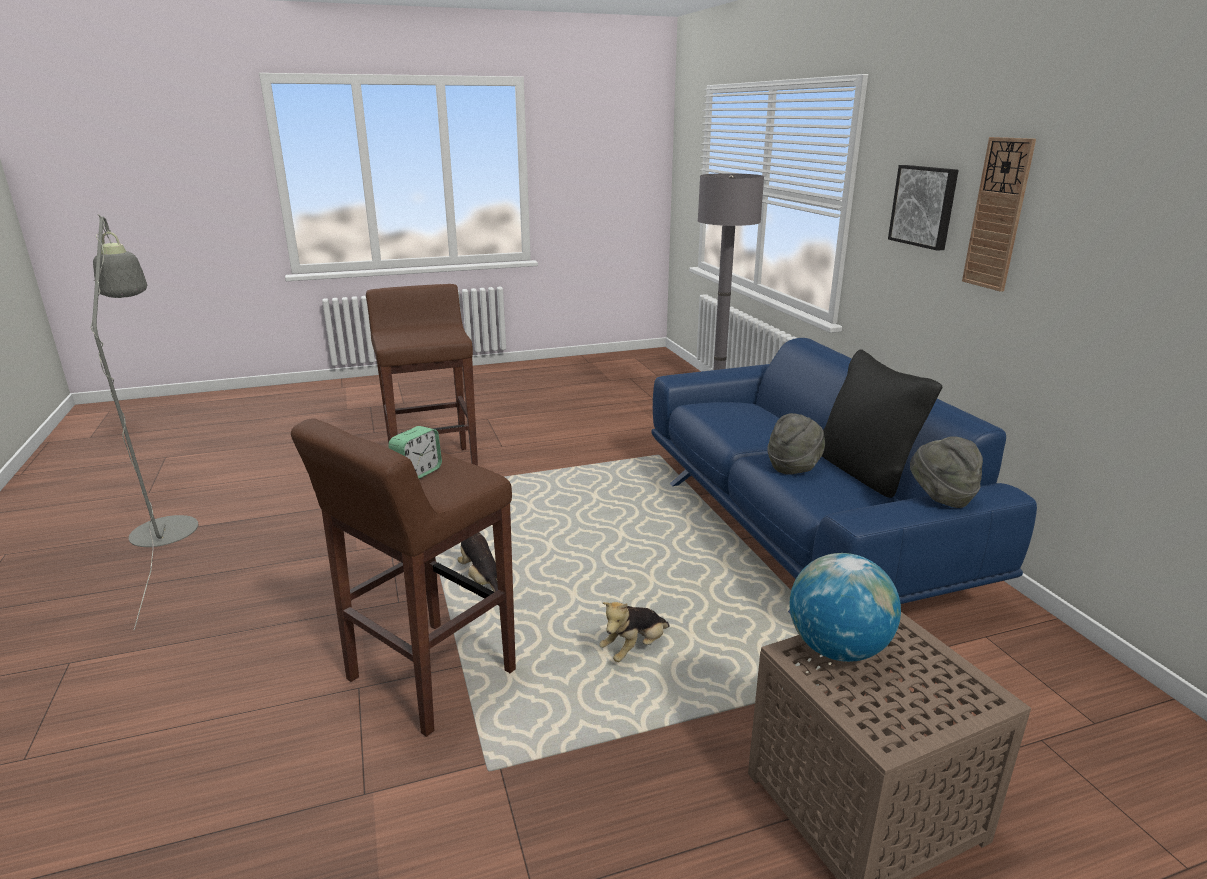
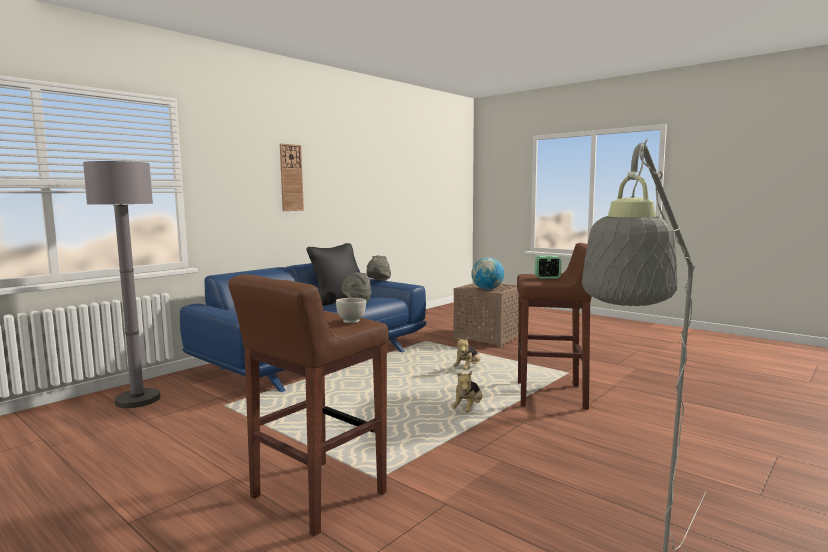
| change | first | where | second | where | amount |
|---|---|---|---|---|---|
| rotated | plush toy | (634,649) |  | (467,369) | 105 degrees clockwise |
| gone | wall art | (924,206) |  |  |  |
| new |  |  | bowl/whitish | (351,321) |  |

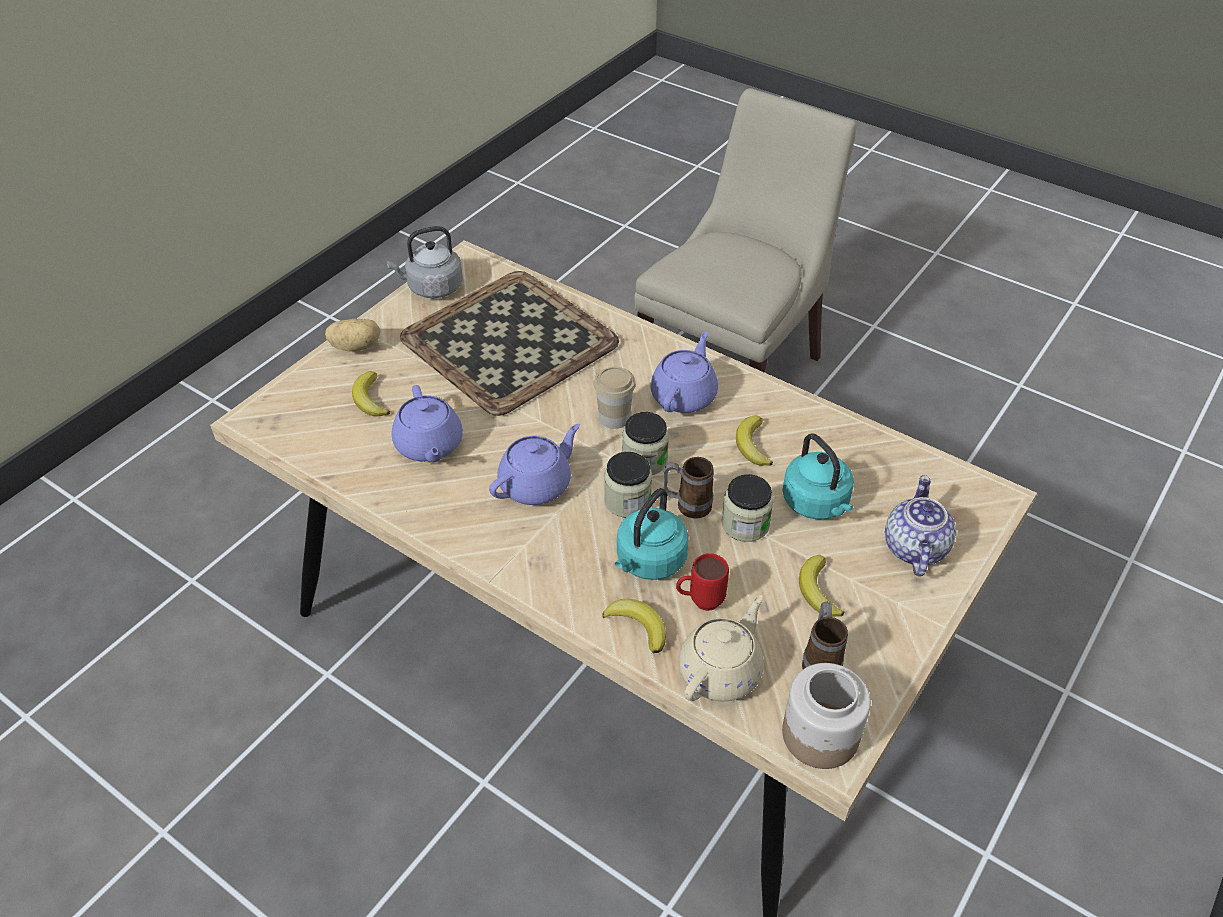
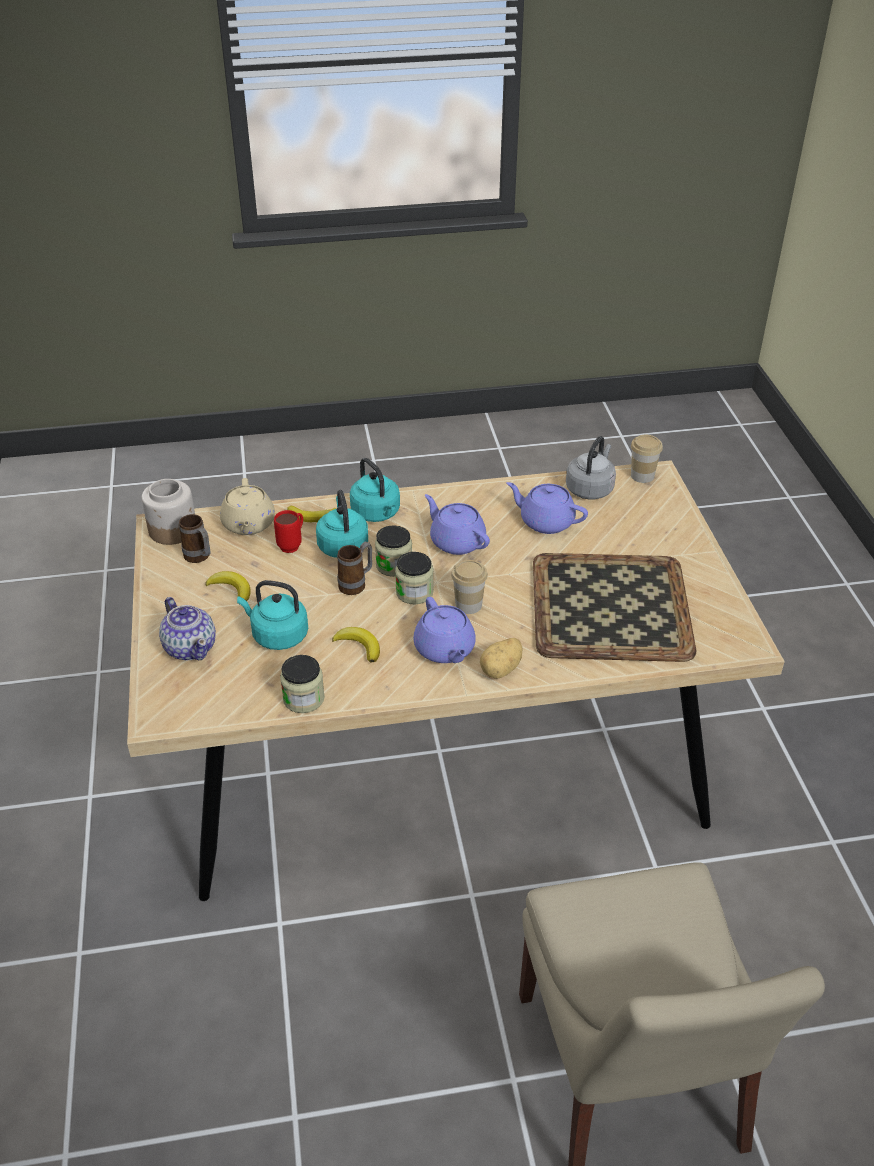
| change | first | where | second | where | amount |
|---|---|---|---|---|---|
| shifted | spud | (356,346) |  | (502,670) |  |
| gone | banana | (370,399) |  |  |  |
| shifted | kettle/grey | (432,288) |  | (590,488) |  |
| rotated | tea pot/purplish | (537,484) |  | (456,541) | 135 degrees clockwise |
| shifted | preserve jar | (745,524) |  | (303,698) |  |
| new |  |  | kettle/turquoise | (377,514) |  |
| new |  |  | drinking cup | (642,476) |  |

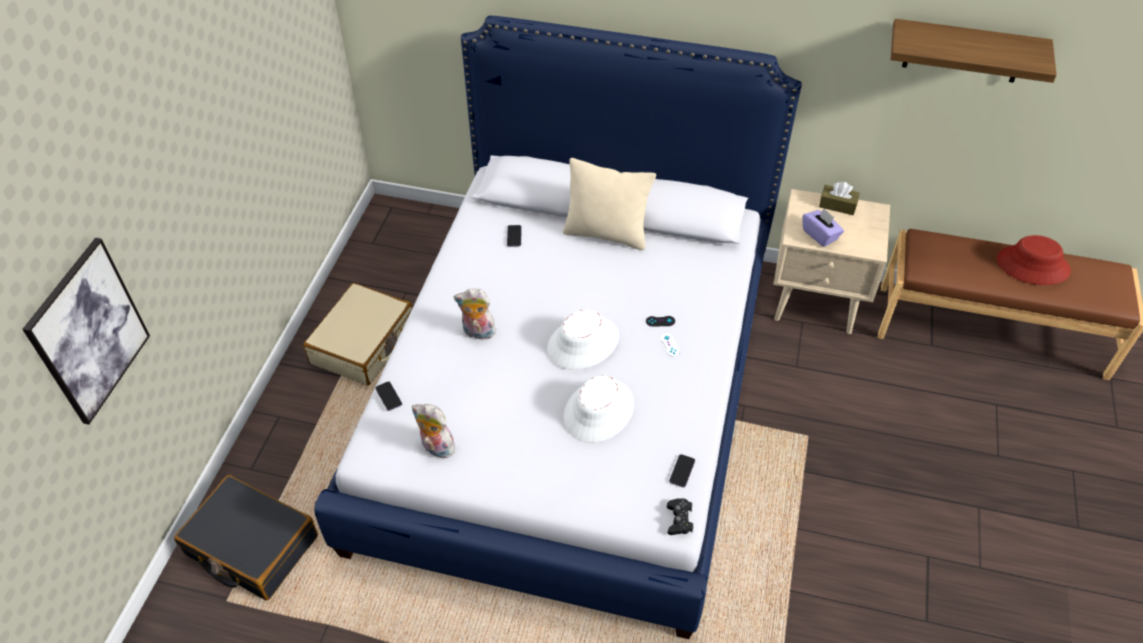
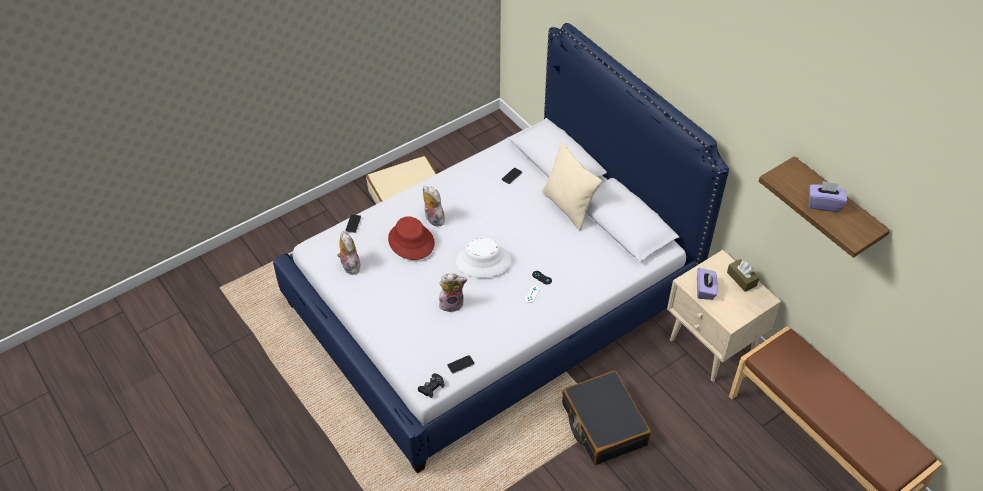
| change | first | where | second | where | amount |
|---|---|---|---|---|---|
| gone | wall art | (88,332) |  |  |  |
| shifted | suitcase/black | (251,546) |  | (603,424) |  |
| swapped | wearable hat/whitish | (599,411) | plush toy | (452,303) |  |
| shifted | wearable hat/red-coloured | (1032,266) |  | (411,241) |  |
| new |  |  | tissue box/purplish | (824,204) |  |

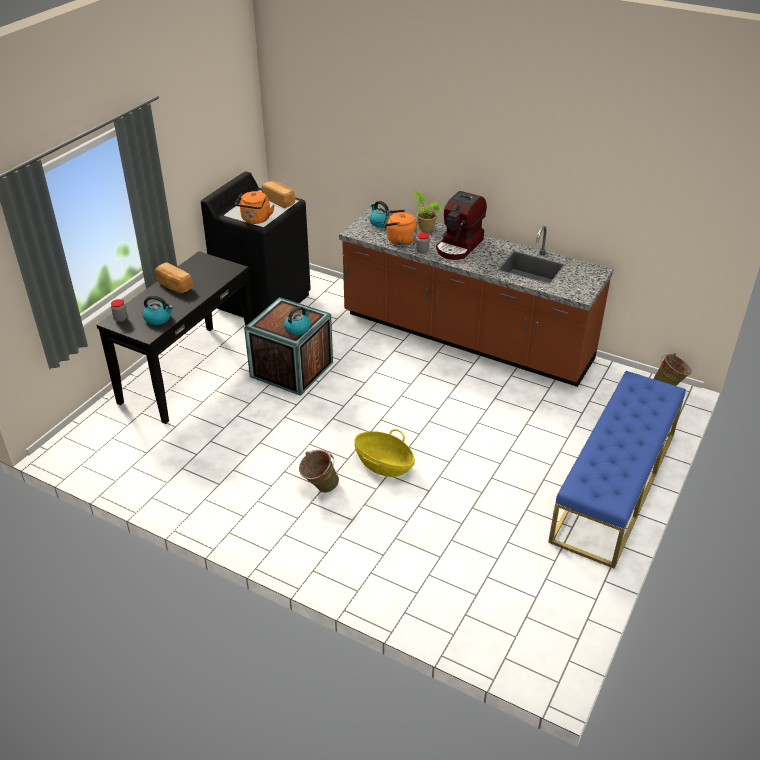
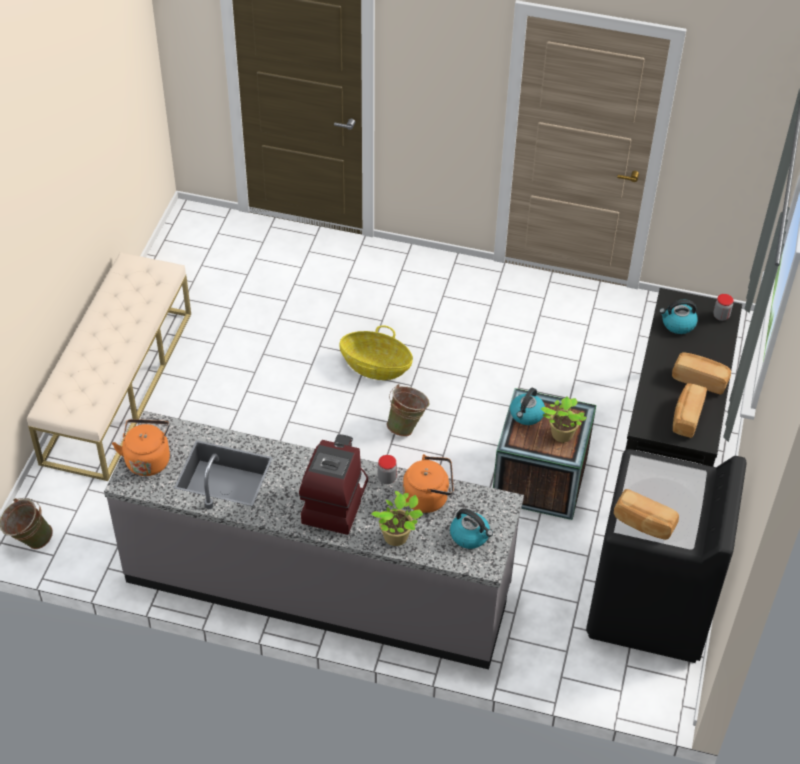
| change | first | where | second | where | amount |
|---|---|---|---|---|---|
| shifted | kettle/orange | (255,220) |  | (147,459) |  |
| shifted | bucket/green | (319,488) |  | (407,426) |  |
| repainted | kitchen base unit/brown | (465,338) | kitchen base unit/grey | (318,584) |  |
| repainted | indoor bench/blue | (614,486) | indoor bench/sand-coloured | (118,386) |  |
| new |  |  | houseplant | (560,435) |  |
| new |  |  | bakery bread | (686,417) |  |

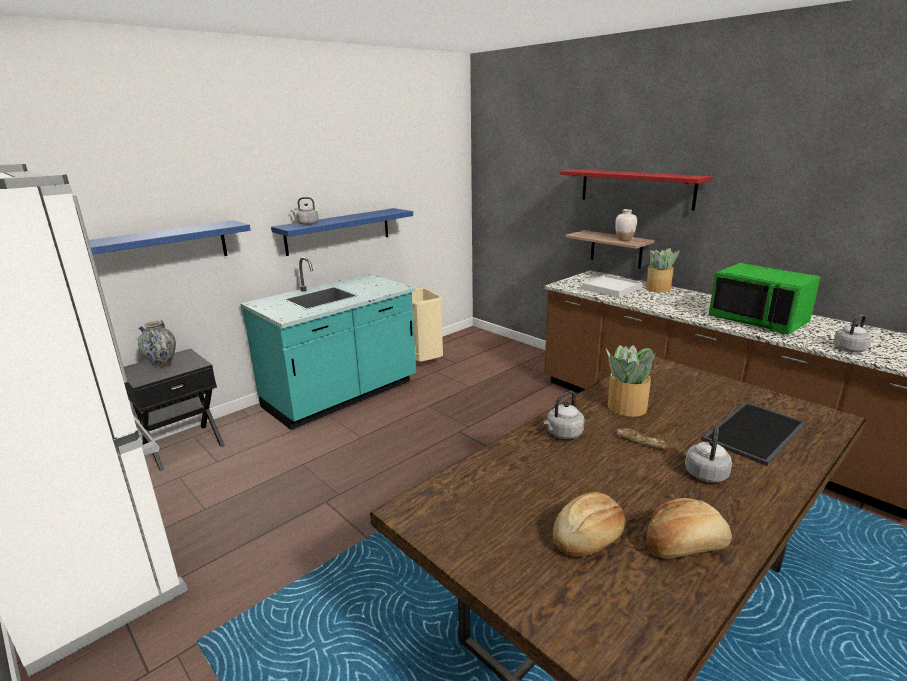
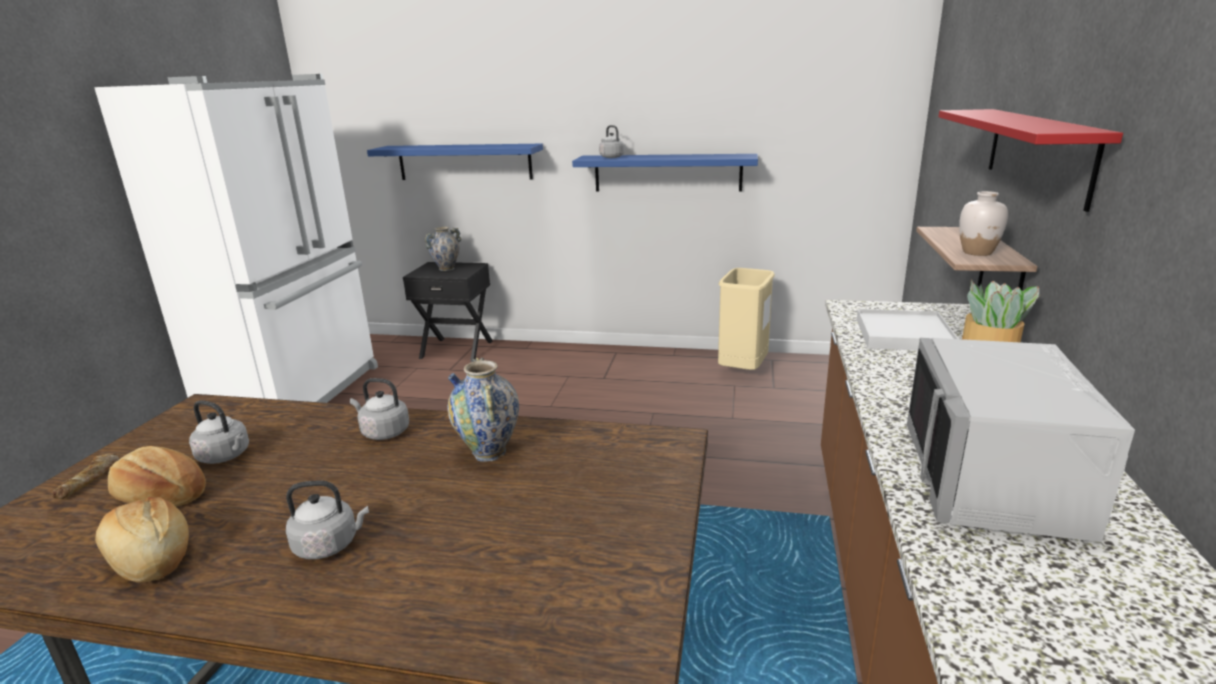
| change | first | where | second | where | amount |
|---|---|---|---|---|---|
| gone | kitchen base unit/turquoise | (342,395) |  |  |  |
| swapped | houseplant | (626,407) | flower vase | (489,452) |  |
| shifted | bakery bread | (641,442) |  | (90,479) |  |
| gone | carrying tray | (753,431) |  |  |  |
| repainted | microwave/green | (758,320) | microwave/grey | (994,481) |  |
| shifted | kettle/grey | (850,349) |  | (226,456) |  |

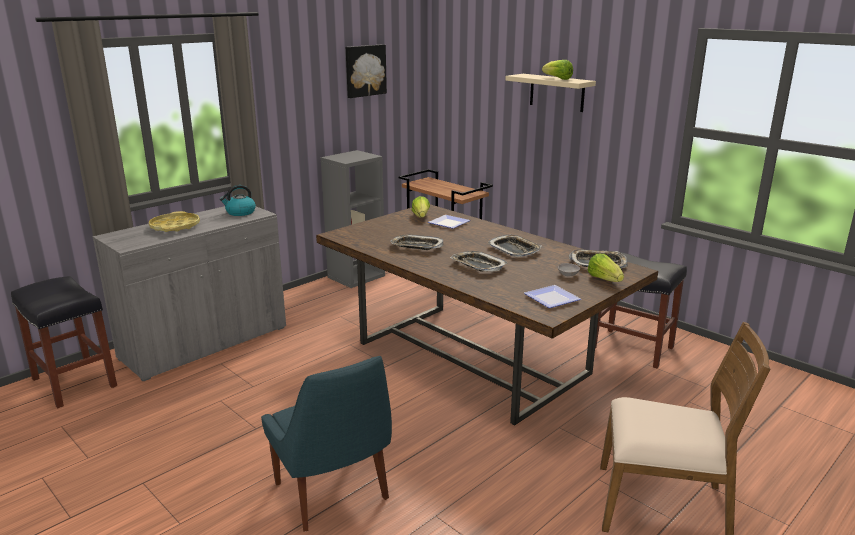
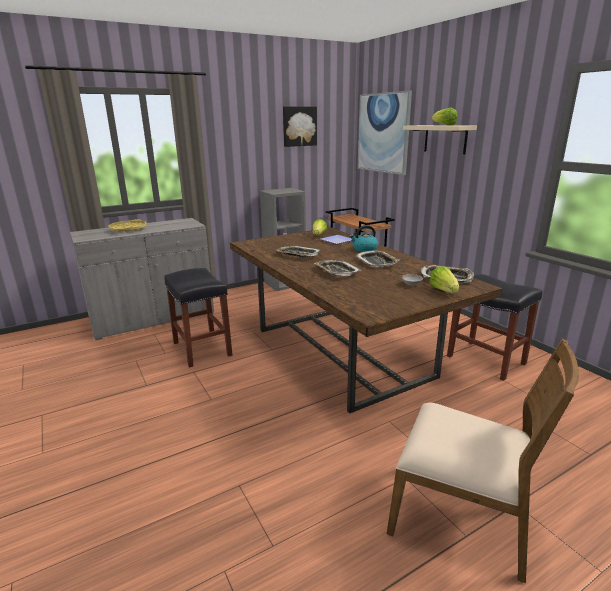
| change | first | where | second | where | amount |
|---|---|---|---|---|---|
| shifted | stool/black | (73,382) |  | (201,348) |  |
| shifted | kettle | (240,212) |  | (364,249) |  |
| gone | chair/blue | (333,494) |  |  |  |
| gone | flat dish | (549,298) |  |  |  |
| new |  |  | wall art | (383,133) |  |

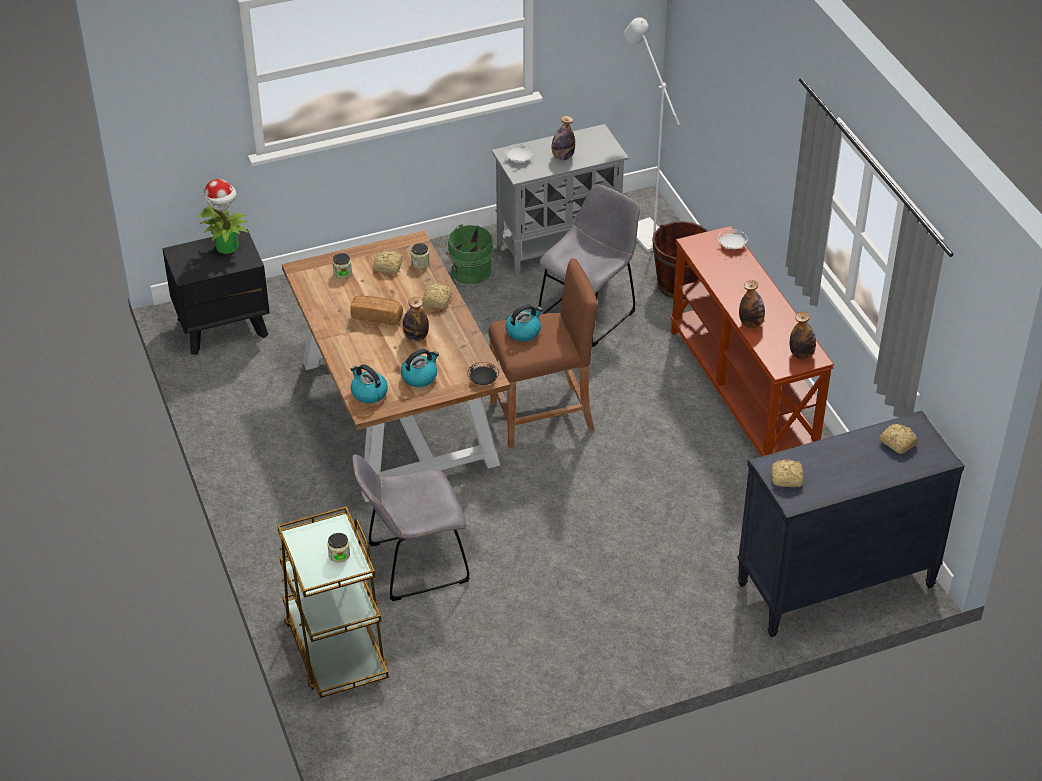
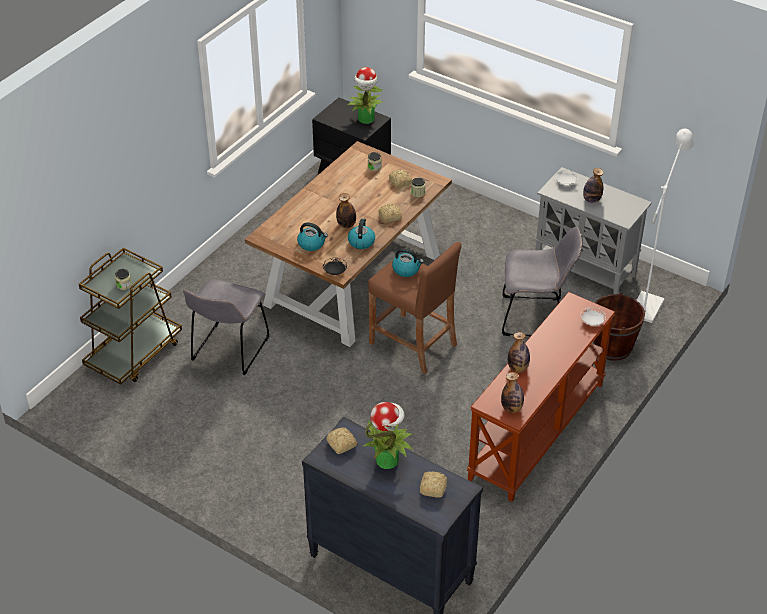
| change | first | where | second | where | amount |
|---|---|---|---|---|---|
| gone | bakery bread | (377,316) |  |  |  |
| shifted | kettle | (368,393) |  | (361,241) |  |
| rotated | chair/grey | (412,565) |  | (228,351) | 105 degrees counterclockwise |
| gone | bucket/green | (468,272) |  |  |  |
| new |  |  | houseplant | (388,459) |  |

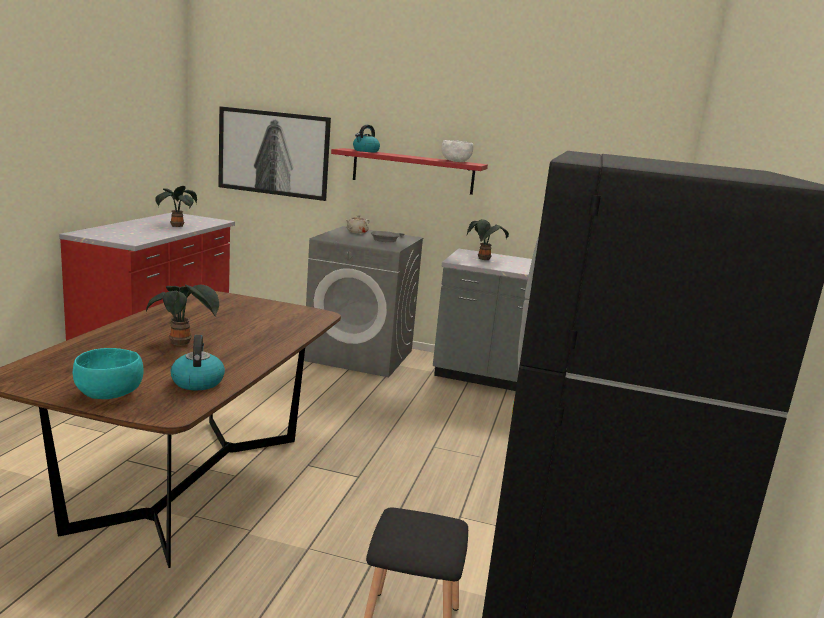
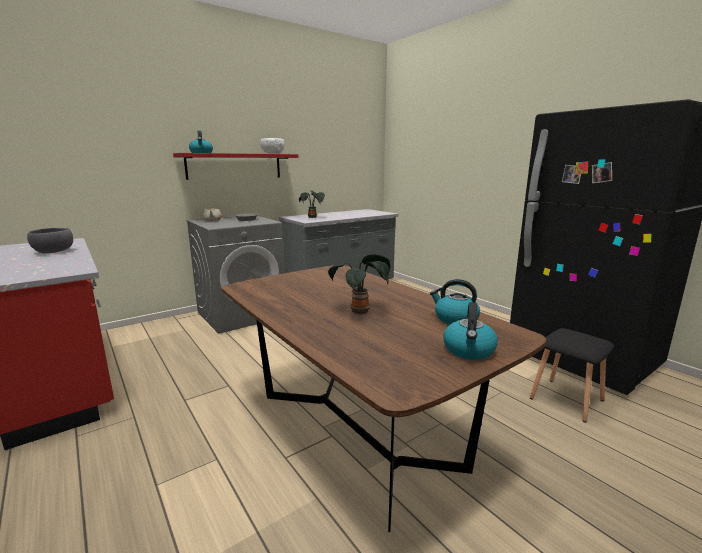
| change | first | where | second | where | amount |
|---|---|---|---|---|---|
| swapped | bowl/turquoise | (110,394) | kettle | (469,350) |  |
| swapped | houseplant | (177,226) | bowl/grey | (54,252) |  |
| gone | wall art | (274,153) |  |  |  |

